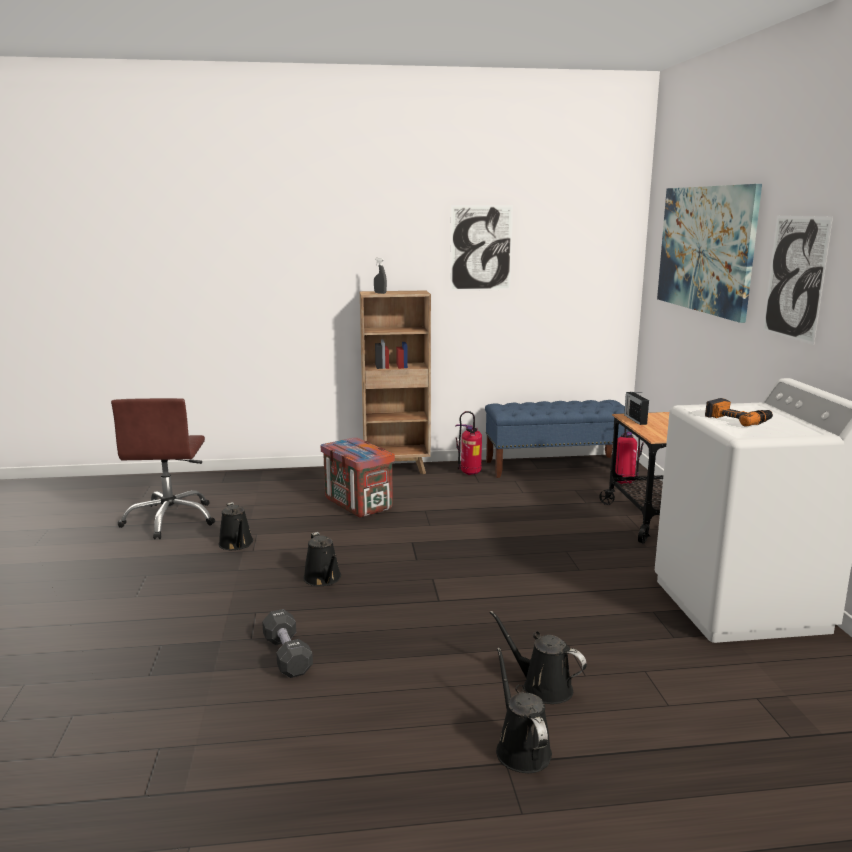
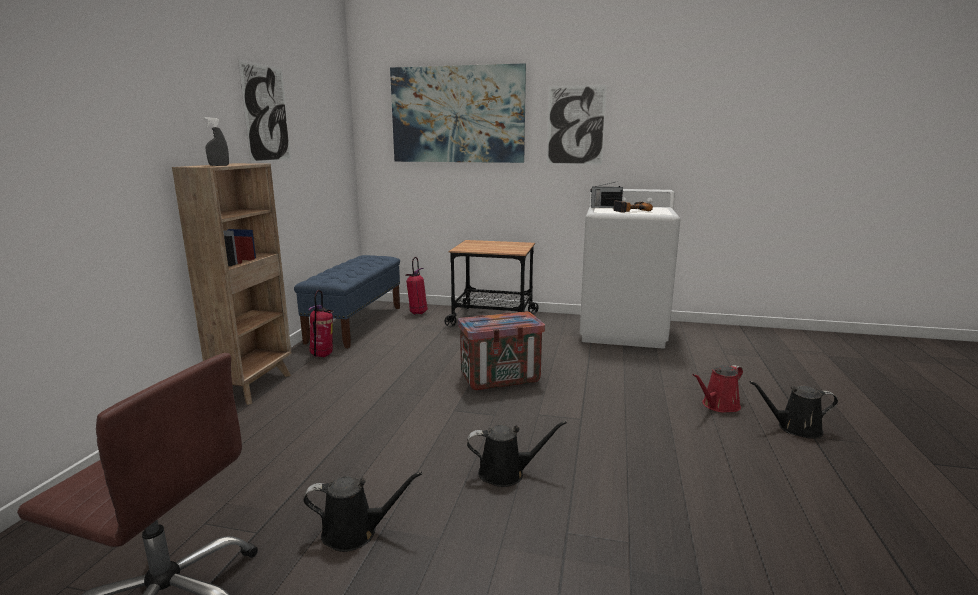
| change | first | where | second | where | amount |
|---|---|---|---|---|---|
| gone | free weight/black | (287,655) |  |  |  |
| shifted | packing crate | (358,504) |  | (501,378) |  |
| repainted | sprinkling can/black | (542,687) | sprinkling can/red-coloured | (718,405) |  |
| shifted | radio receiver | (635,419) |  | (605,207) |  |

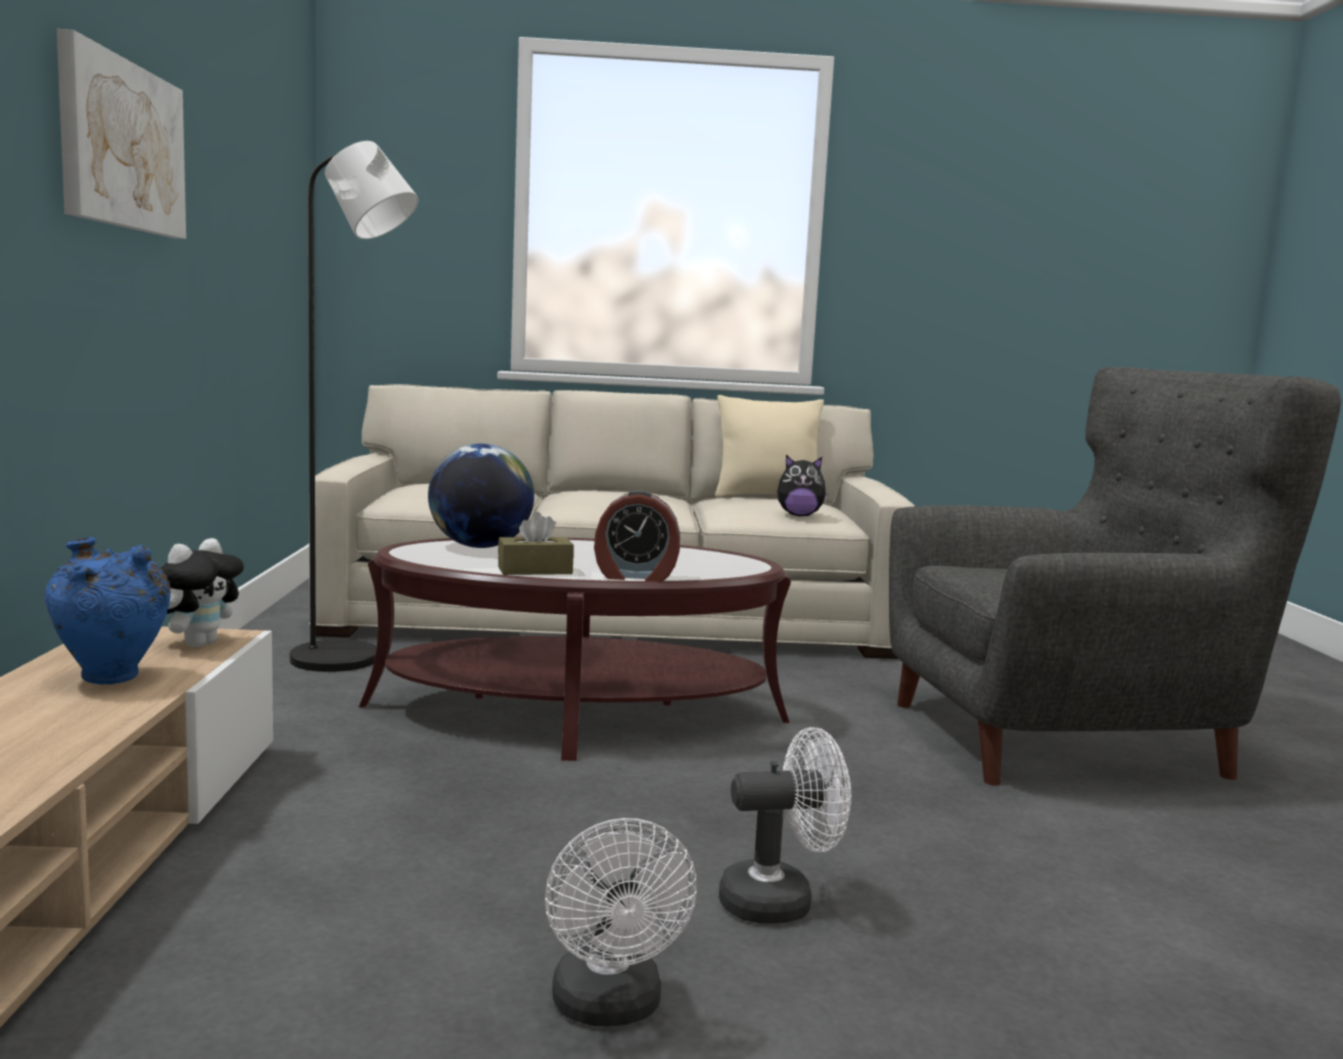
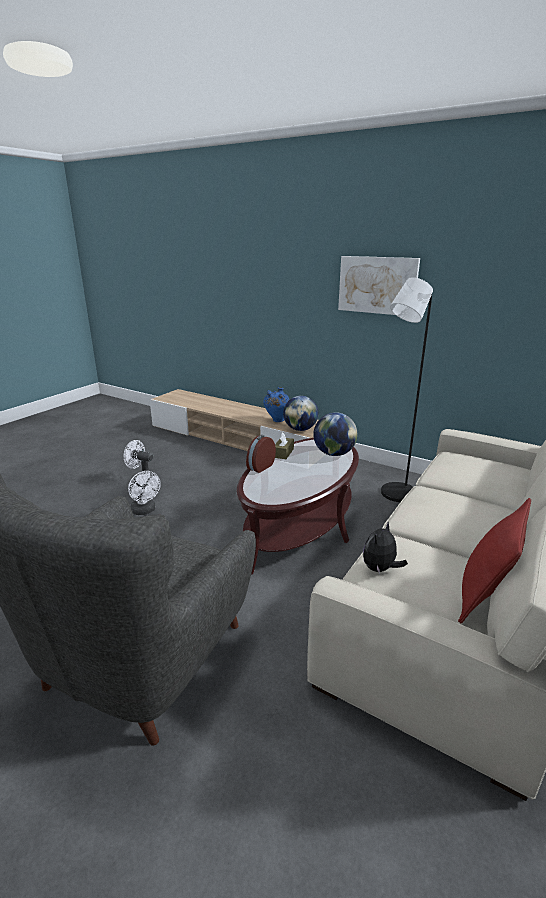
| change | first | where | second | where | amount |
|---|---|---|---|---|---|
| swapped | plush toy | (198,644) | desk globe | (300,429) |  |
| repainted | cushion/sand-coloured | (767,497) | cushion/red-coloured | (484,596) |  |
| rotated | fan/whitish | (780,901) |  | (145,511) | 60 degrees counterclockwise |

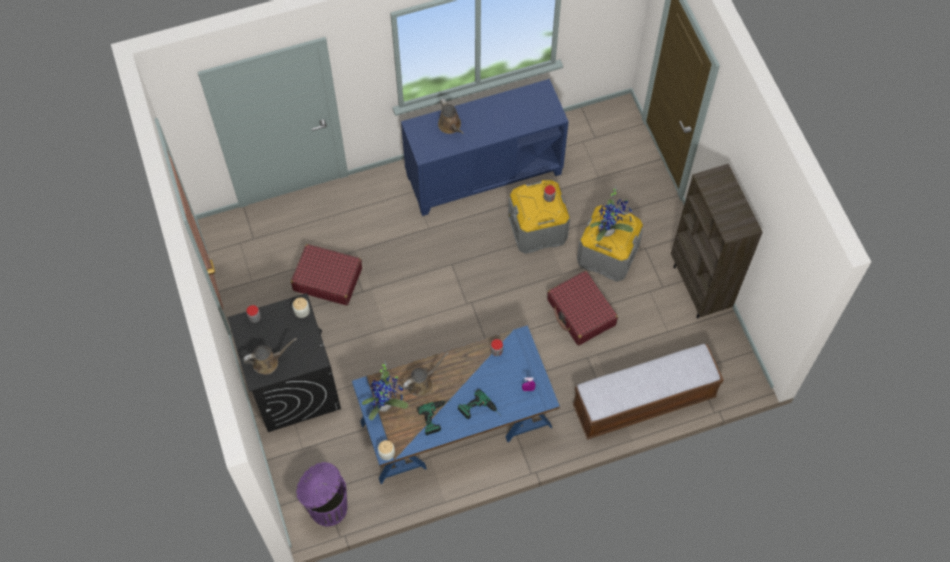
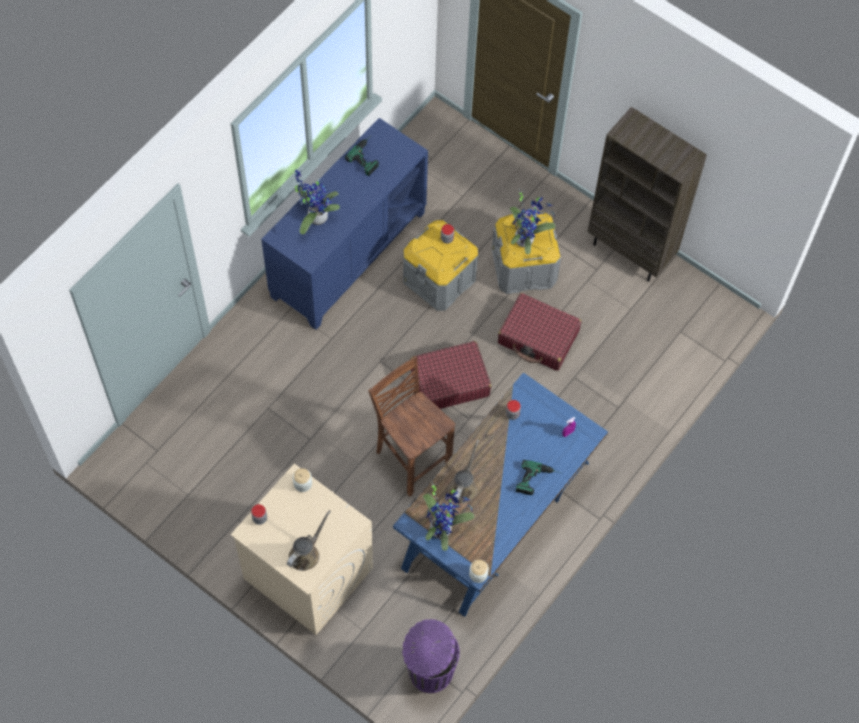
| change | first | where | second | where | amount |
|---|---|---|---|---|---|
| repainted | washing machine/black | (293,385) | washing machine/sand-coloured | (307,573) |  |
| shifted | suitcase/red-coloured | (327,279) |  | (449,382) |  |
| shifted | power drill | (438,416) |  | (368,156) |  |
| swapped | sprinkling can/brown | (450,126) | houseplant | (315,217) |  |
| gone | indoor bench | (643,402) |  |  |  |
| new |  |  | stool/brown | (411,458) |  |

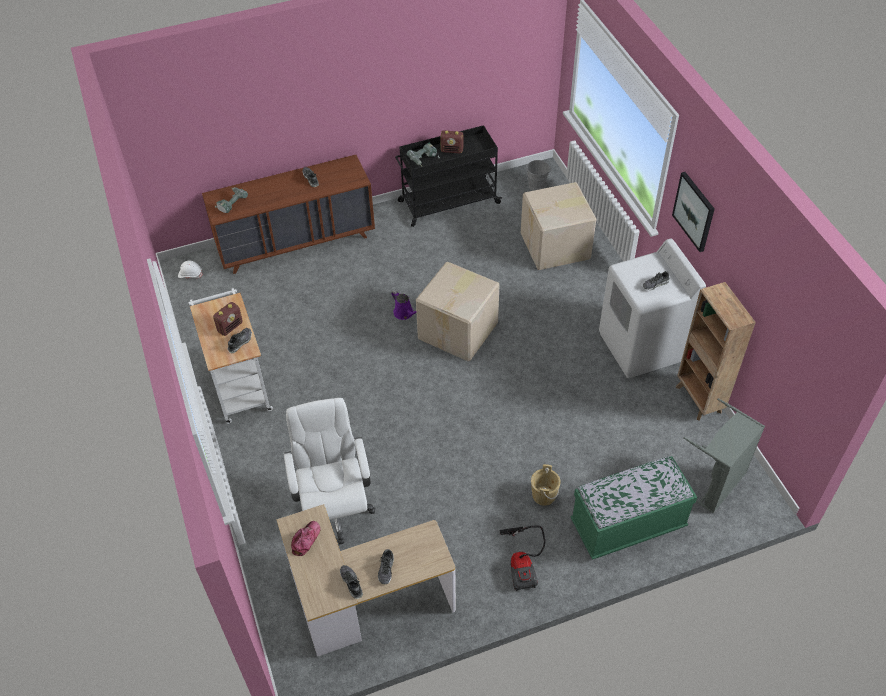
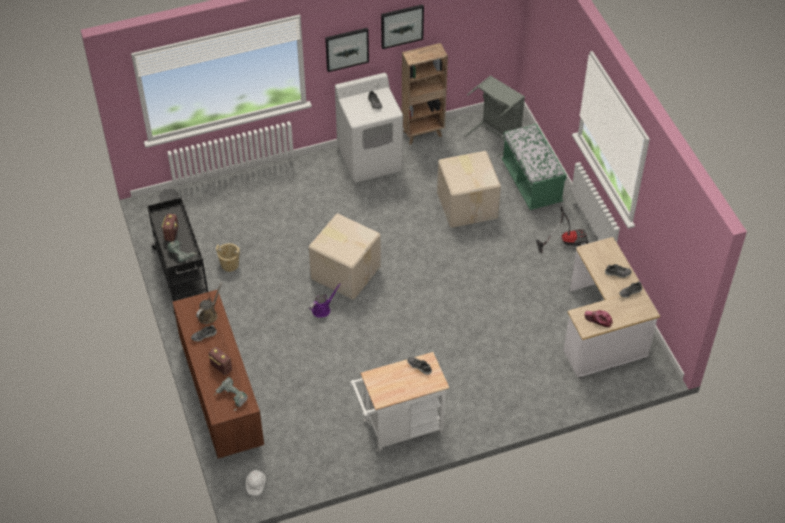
| change | first | where | second | where | amount |
|---|---|---|---|---|---|
| shifted | radio receiver | (230,327) |  | (221,367) |  |
| gone | office chair/whitish | (334,508) |  |  |  |
| shifted | carton | (556,246) |  | (467,205) |  |
| shifted | bucket/sand-coloured | (543,495) |  | (230,265) |  |
| new |  |  | sprinkling can/brown | (209,314) |  |
| new |  |  | wall art | (401,25) |  |

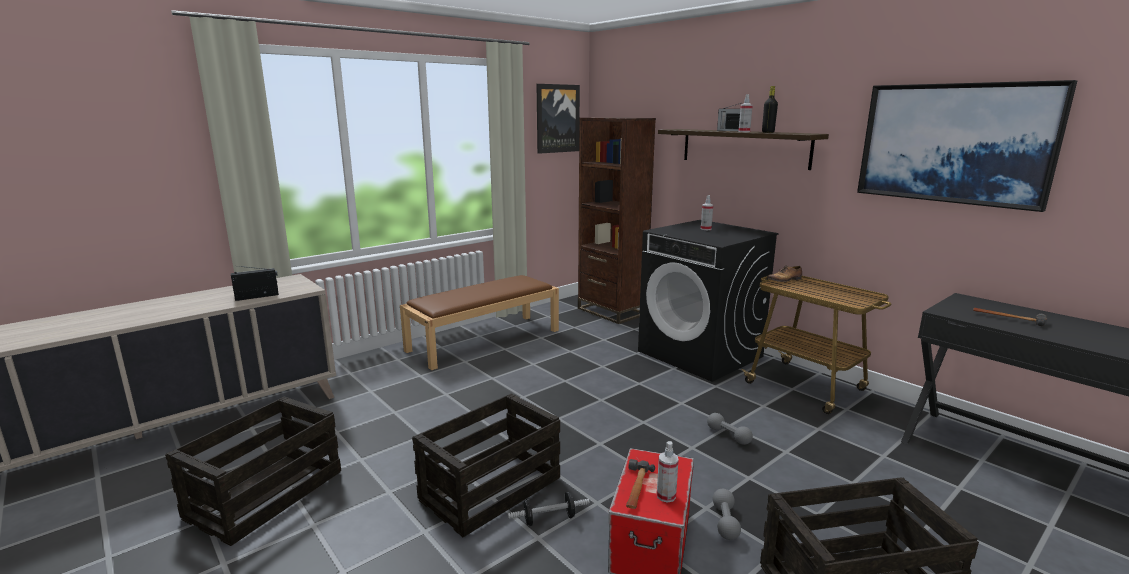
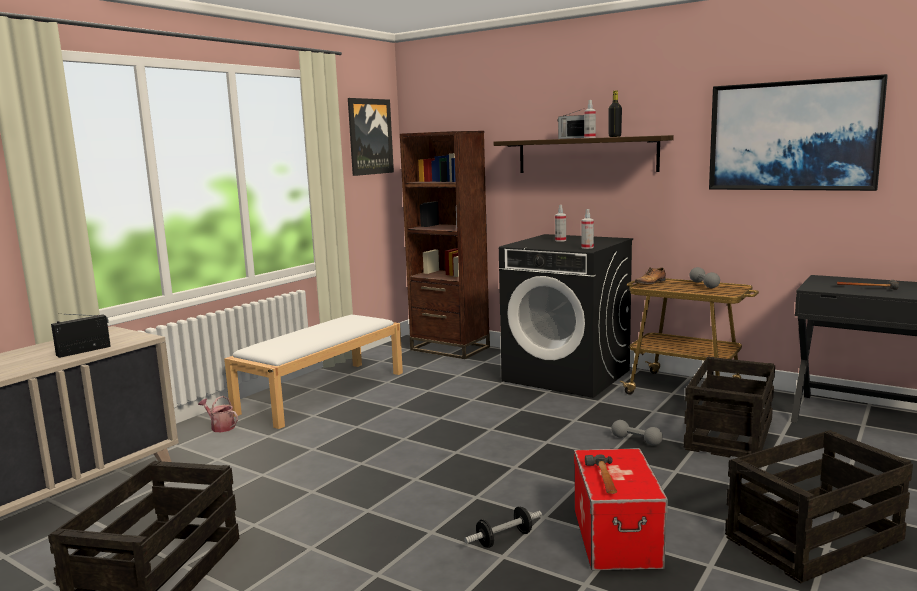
| change | first | where | second | where | amount |
|---|---|---|---|---|---|
| repainted | indoor bench/brown | (485,340) | indoor bench/whitish | (323,392) |  |
| shifted | packing crate | (491,488) |  | (729,434) |  |
| shifted | hand sprayer | (666,496) |  | (587,247) |  |
| shifted | free weight/grey | (725,522) |  | (704,285) |  |
| new |  |  | sprinkling can | (220,427) |  |

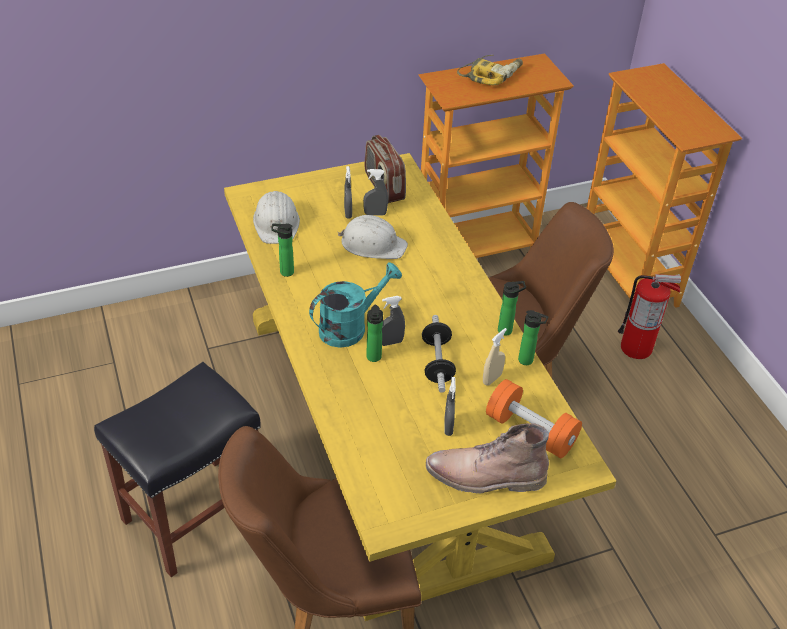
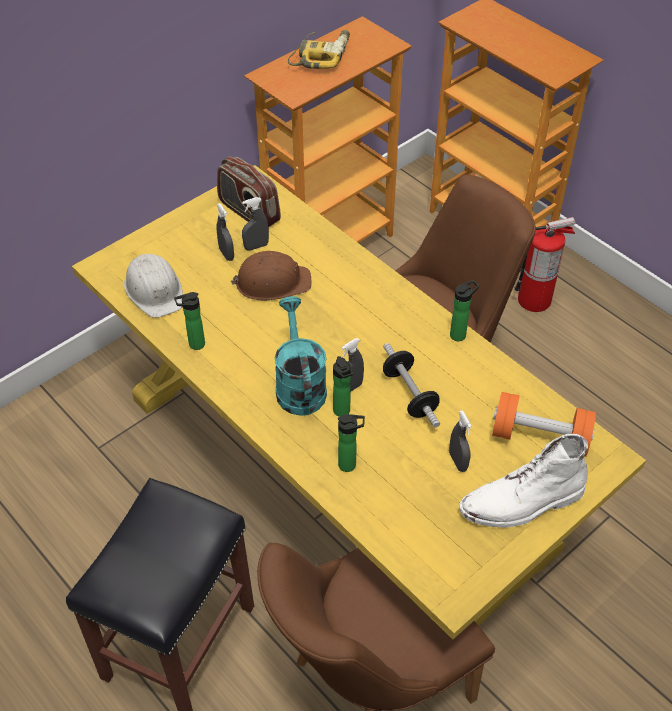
| change | first | where | second | where | amount |
|---|---|---|---|---|---|
| rotated | sprinkling can/turquoise | (350,327) |  | (299,385) | 45 degrees counterclockwise |
| repainted | hard hat/whitish | (373,244) | hard hat/brown | (272,282) |  |
| repainted | boot/brown | (484,477) | boot/whitish | (522,503) |  |
| gone | hand sprayer/sand-coloured | (492,379) |  |  |  |
| shifted | drink bottle | (528,361) |  | (350,465) |  |

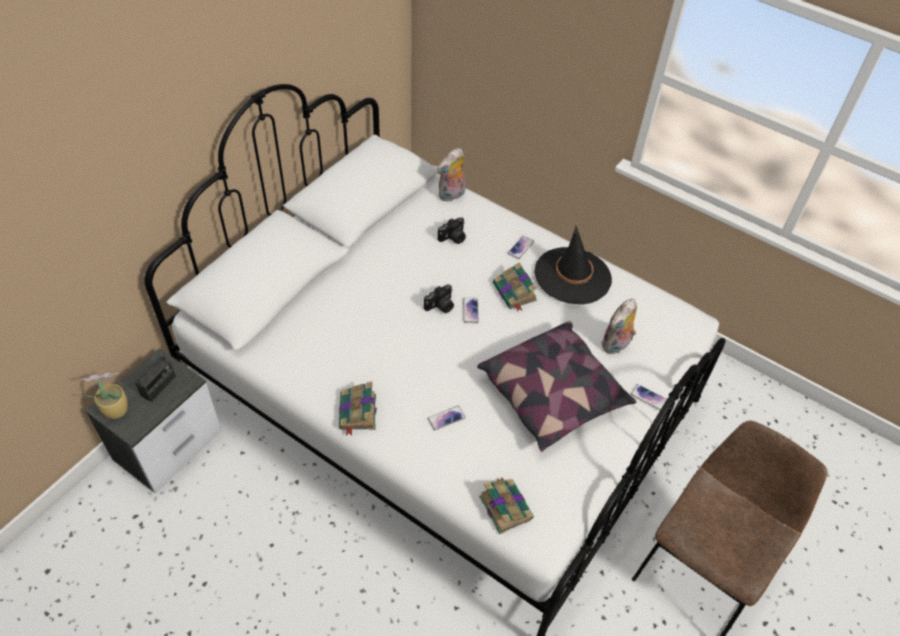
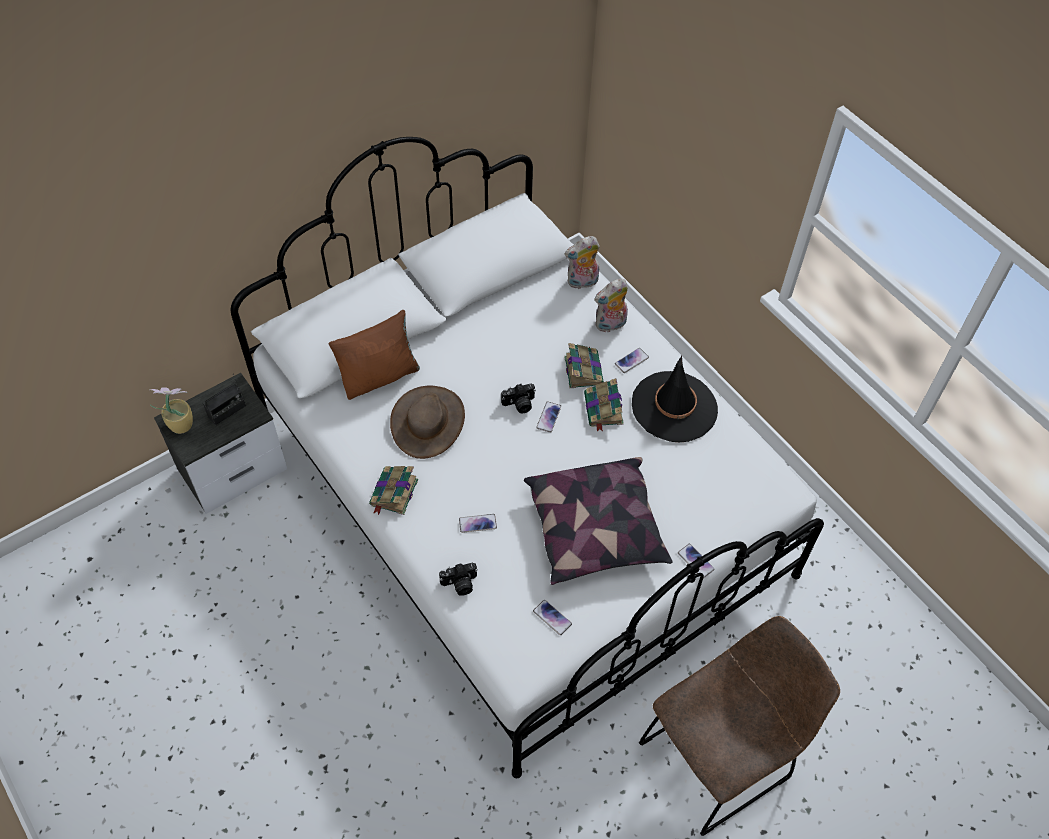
| change | first | where | second | where | amount |
|---|---|---|---|---|---|
| shifted | photo camera | (453,238) |  | (460,584) |  |
| shifted | book | (505,506) |  | (583,370) |  |
| shifted | plush toy | (616,345) |  | (610,325) |  |
| new |  |  | cushion/brown | (379,376) |  |
| new |  |  | wearable hat/brown | (428,422) |  |
| new |  |  | phone | (552,617) |  |

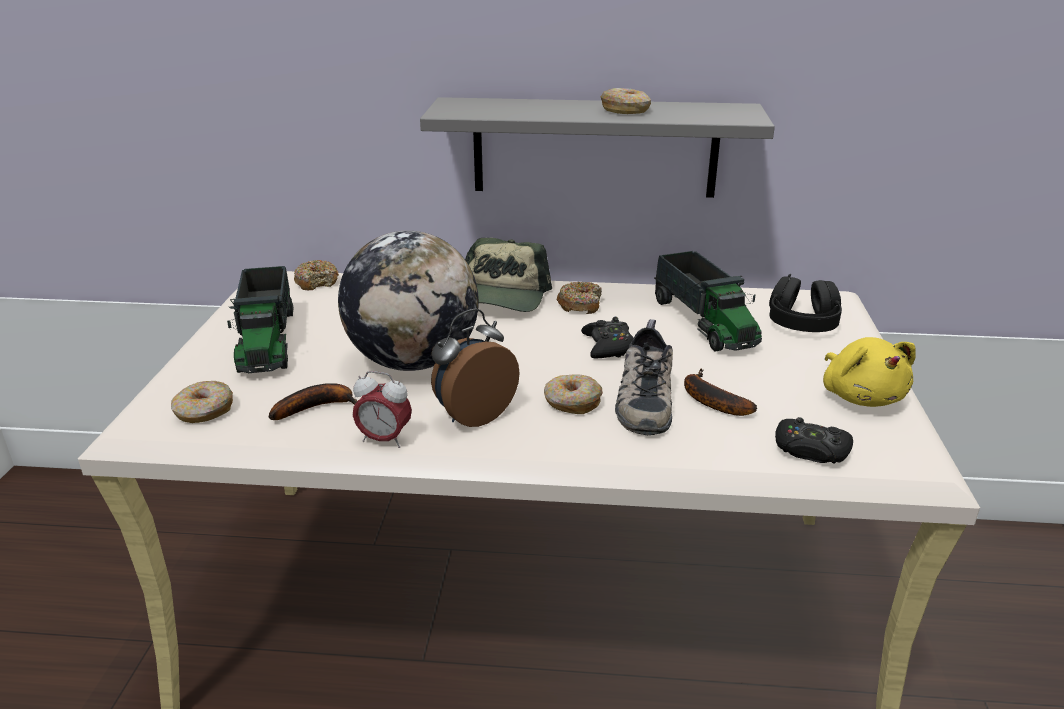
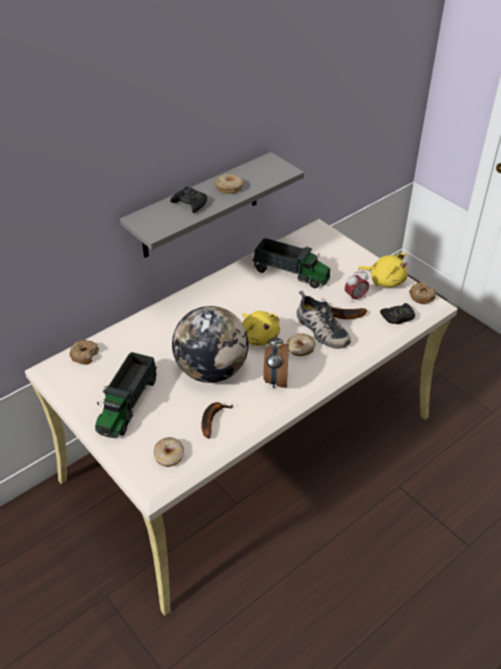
| change | first | where | second | where | amount |
|---|---|---|---|---|---|
| rotated | model truck | (267,341) |  | (128,404) | 75 degrees clockwise |
| shifted | table clock | (384,440) |  | (355,297) |  |
| gone | baseball cap | (501,296) |  |  |  |
| shifted | doughnut | (580,305) |  | (421,296) |  |
| shifted | joypad/black | (608,346) |  | (190,203) |  |
| gone | headset/black | (802,321) |  |  |  |
| new |  |  | plush toy/yellow-coloured | (258,336) |  |

